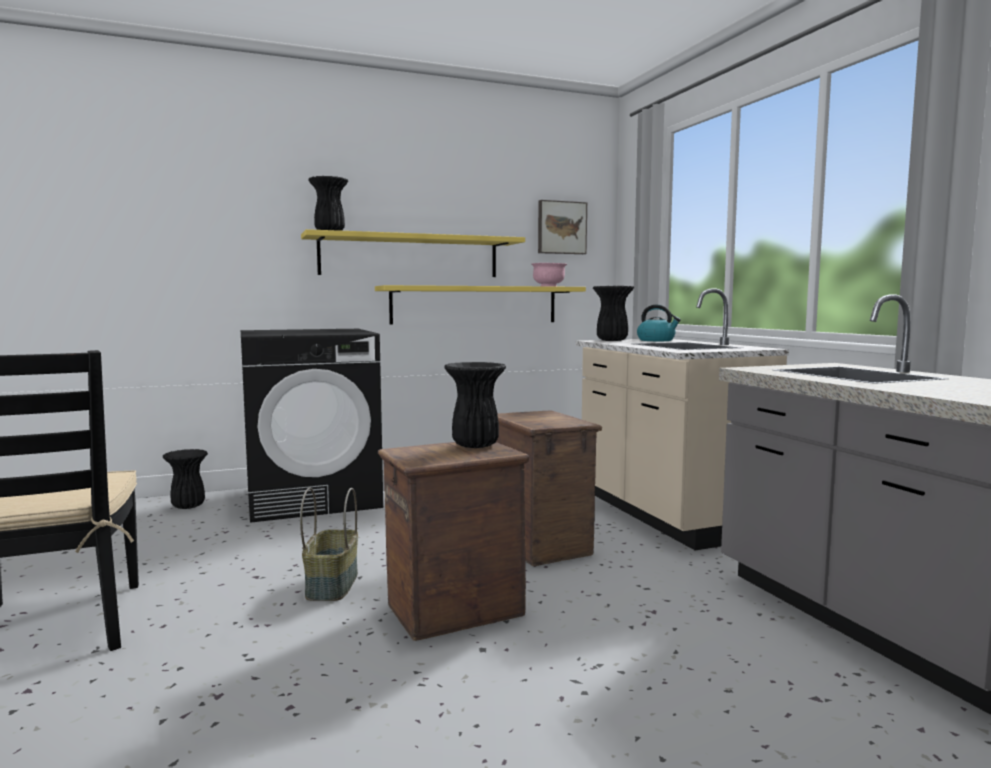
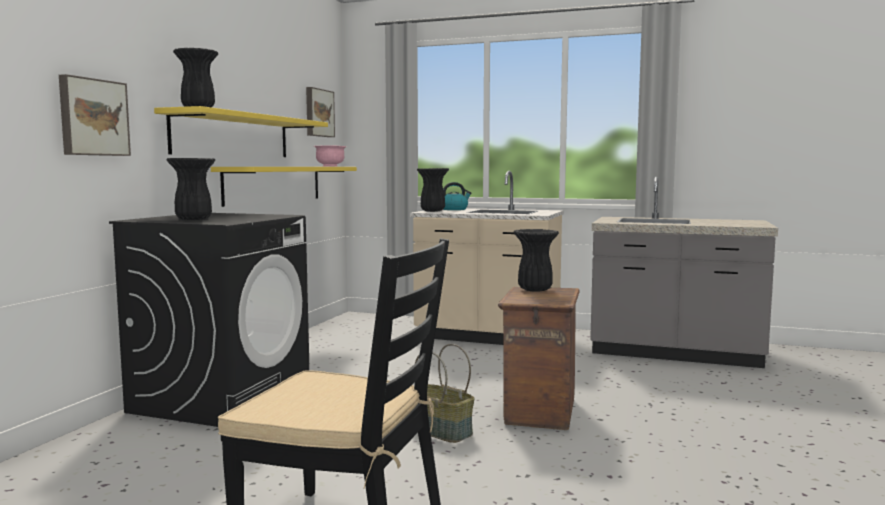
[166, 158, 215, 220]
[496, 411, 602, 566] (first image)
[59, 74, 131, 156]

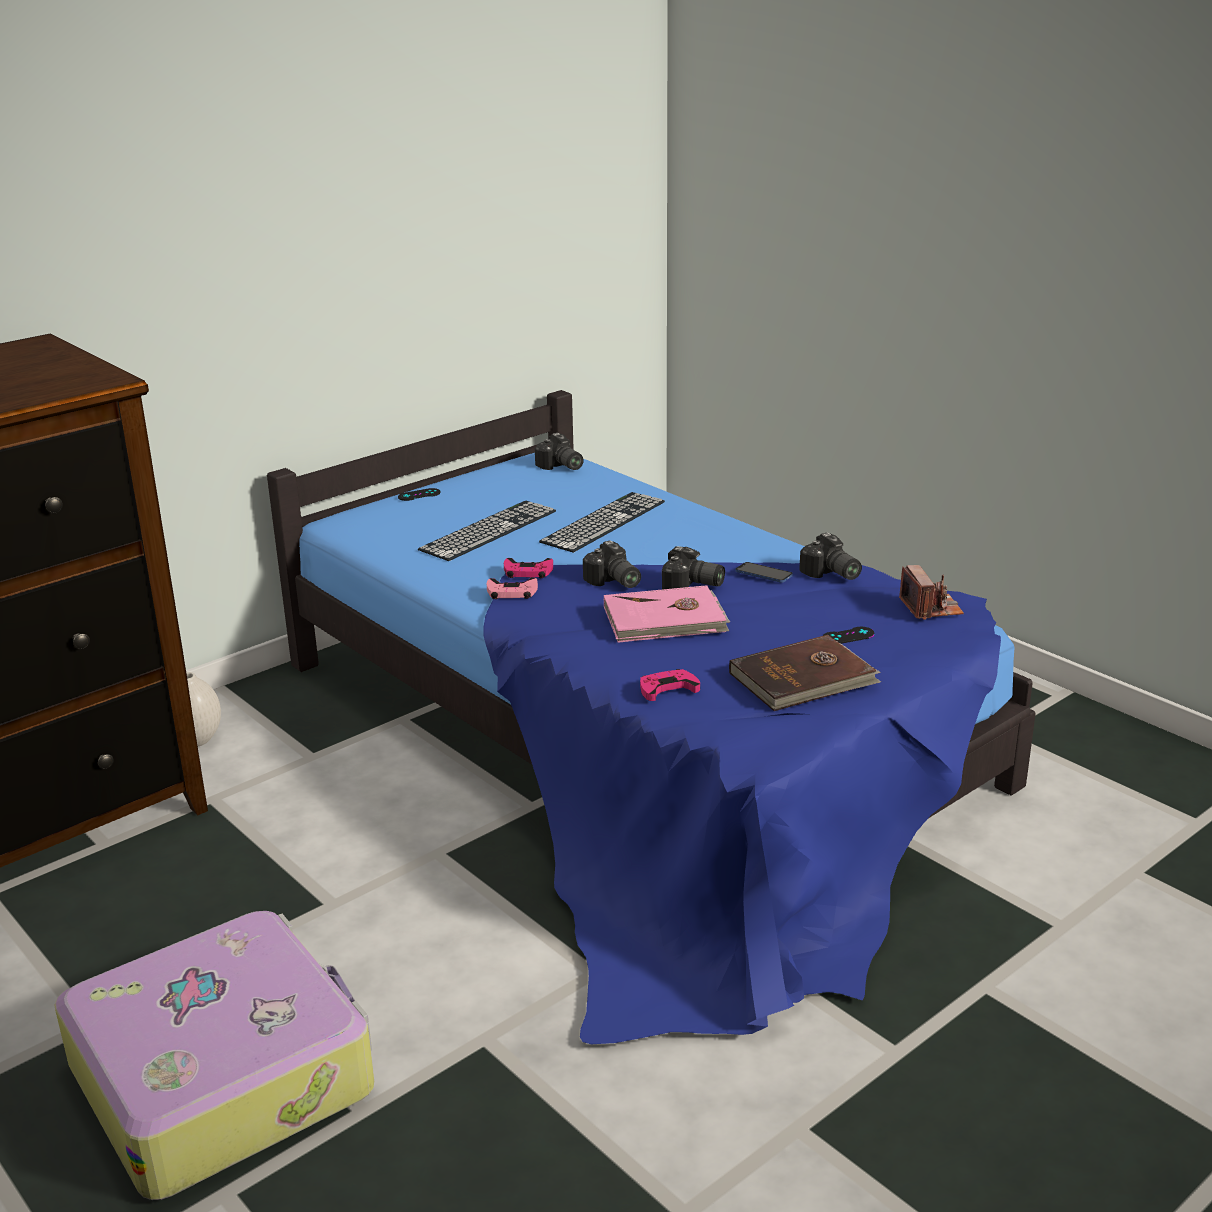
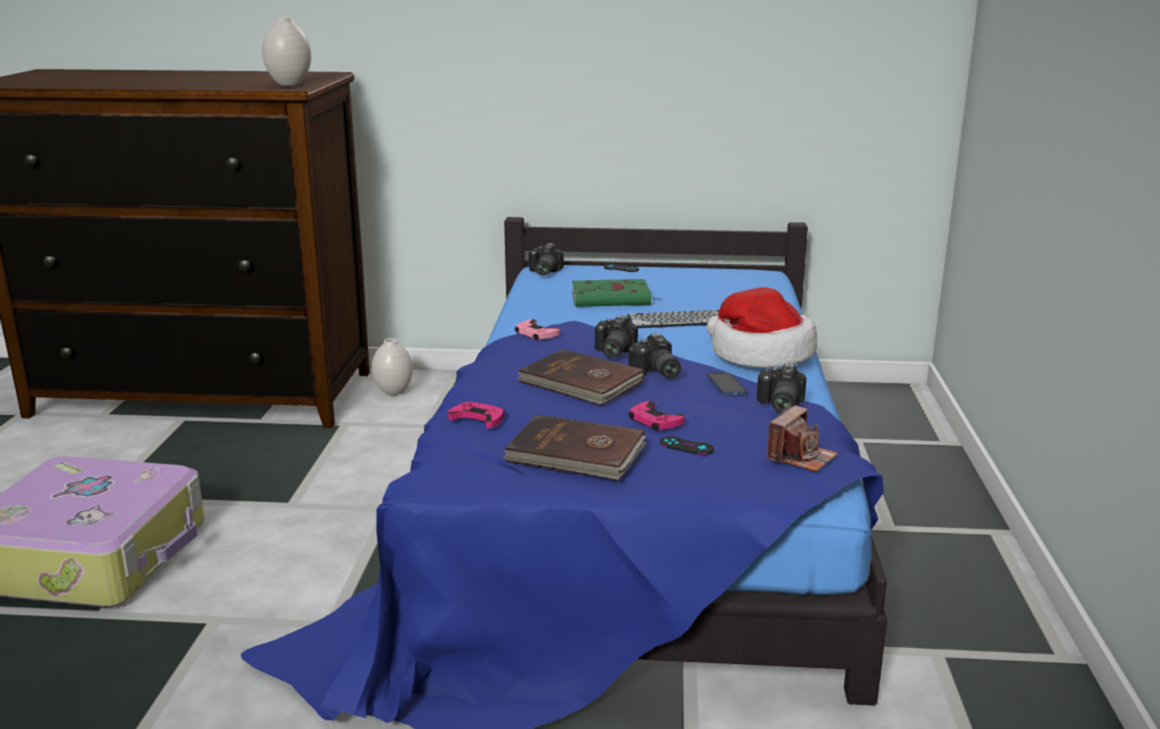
[572, 279, 662, 307]
[629, 401, 685, 430]
[529, 243, 564, 276]
[517, 349, 644, 405]
[262, 16, 311, 86]
[707, 287, 817, 367]

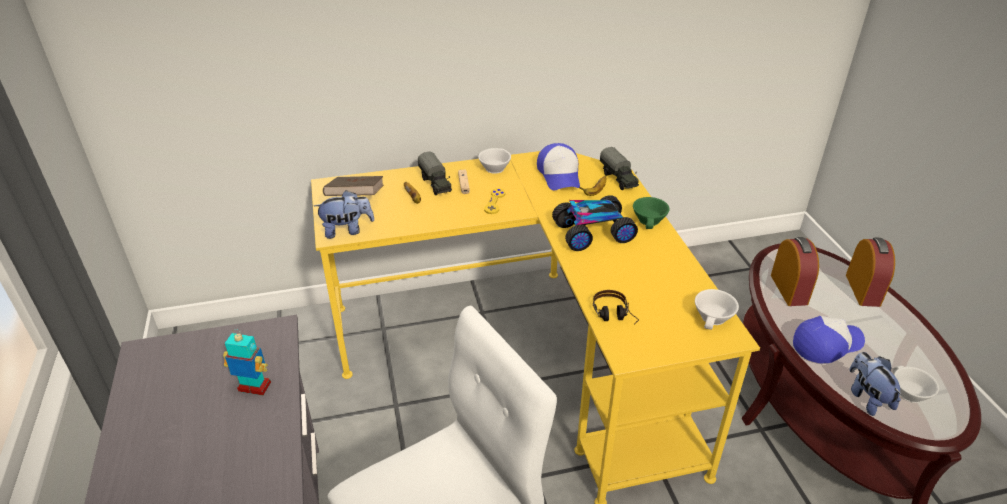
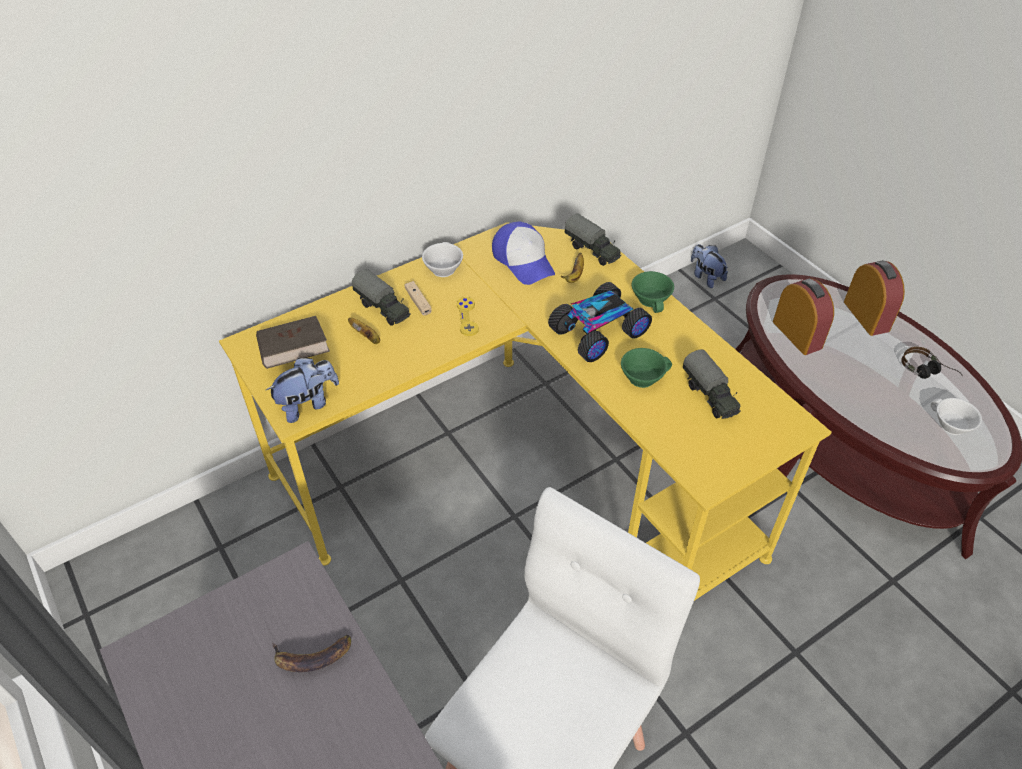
[272, 635, 351, 672]
[901, 347, 963, 379]
[695, 289, 739, 330] (first image)
[793, 316, 865, 363] (first image)
[691, 244, 728, 288]
[621, 348, 672, 388]
[683, 349, 741, 419]

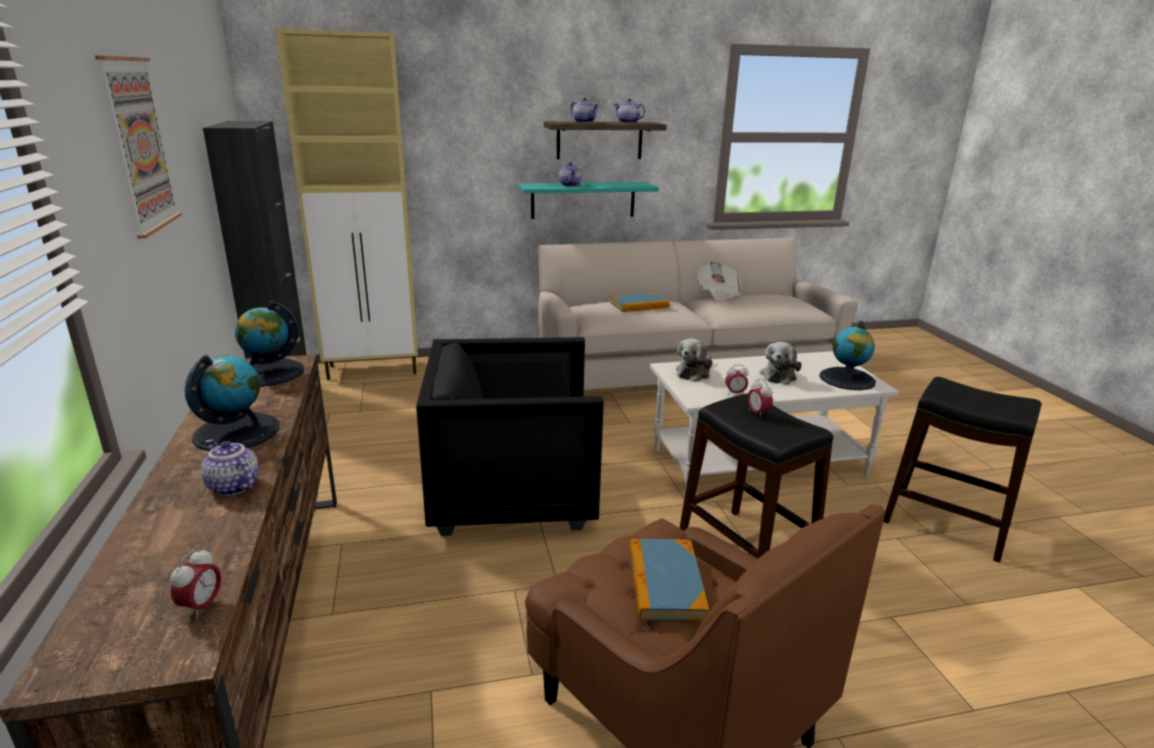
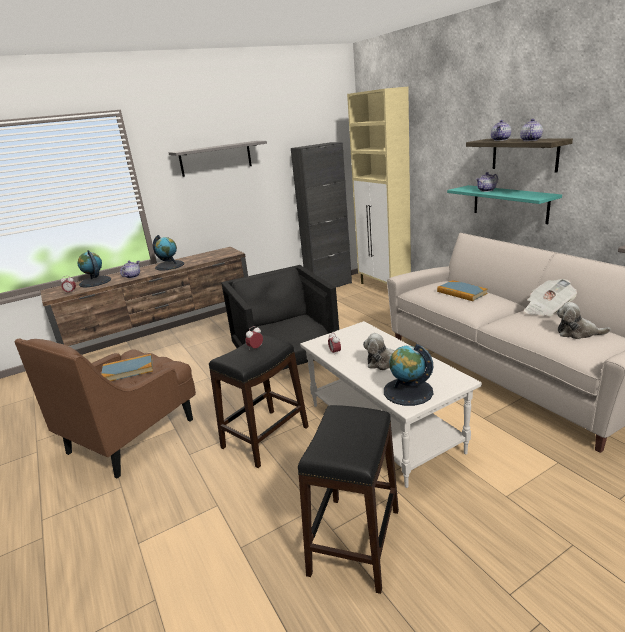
[168, 141, 267, 177]
[77, 250, 111, 287]
[557, 302, 611, 339]

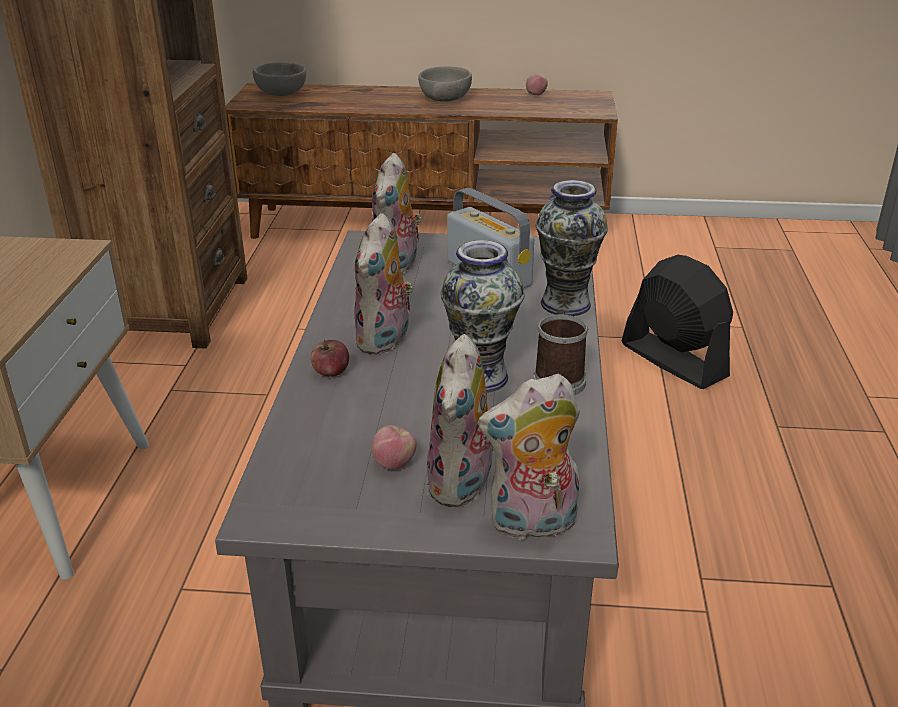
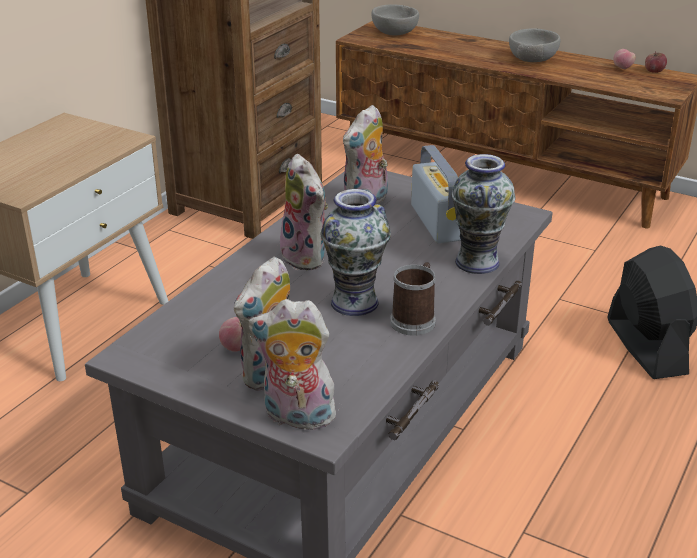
[645, 51, 667, 73]
[278, 154, 328, 270]

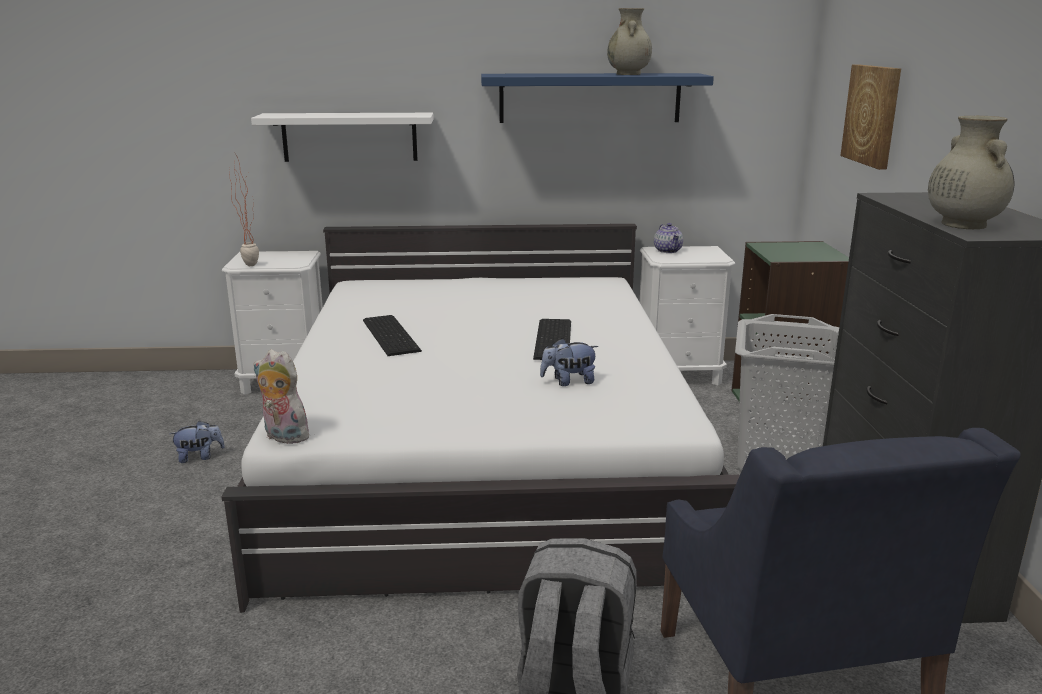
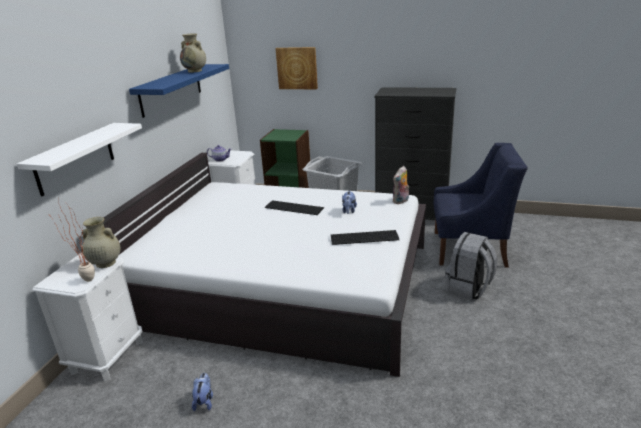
[392, 166, 409, 204]
[331, 230, 399, 245]
[82, 217, 120, 268]

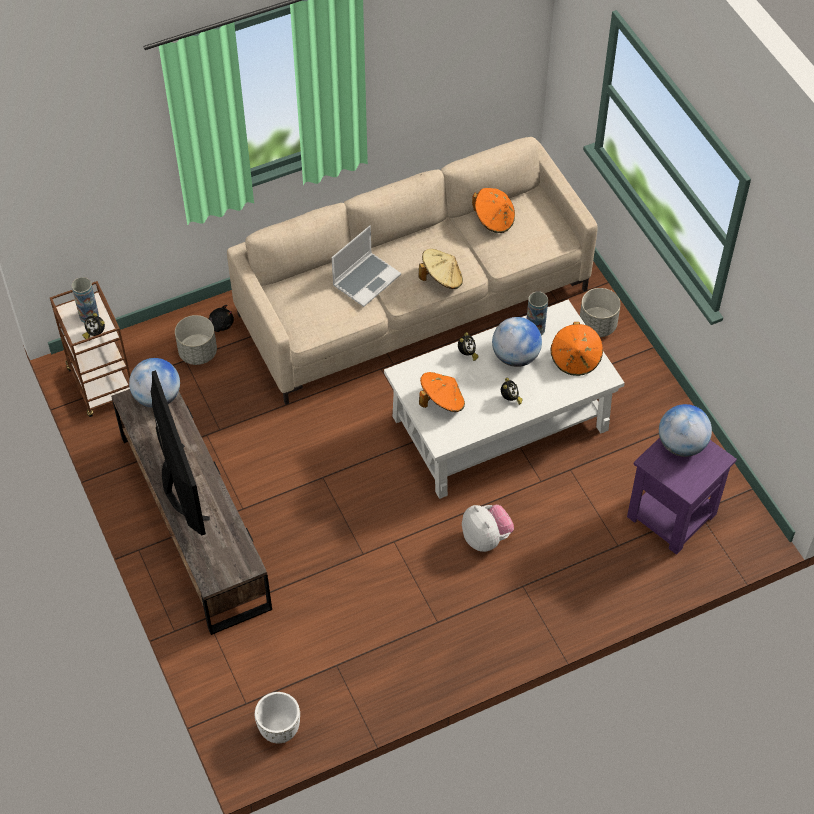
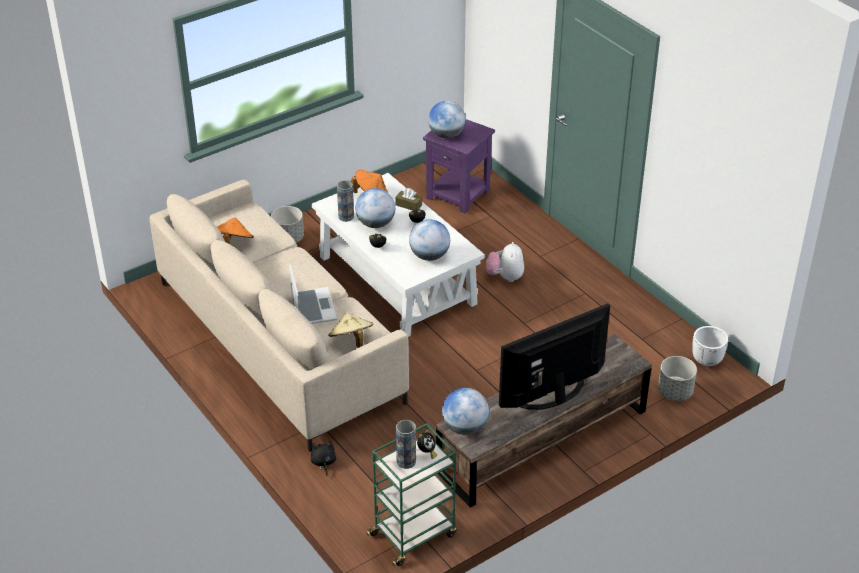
[366, 423, 457, 566]
[658, 356, 697, 401]
[289, 264, 337, 324]
[329, 312, 373, 348]
[409, 220, 450, 261]
[486, 242, 524, 282]
[395, 188, 422, 211]

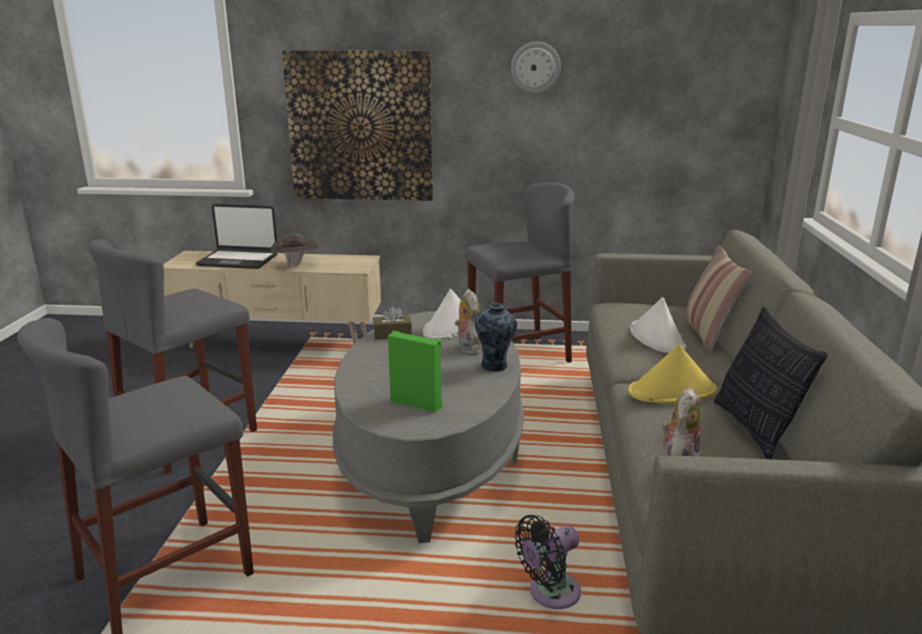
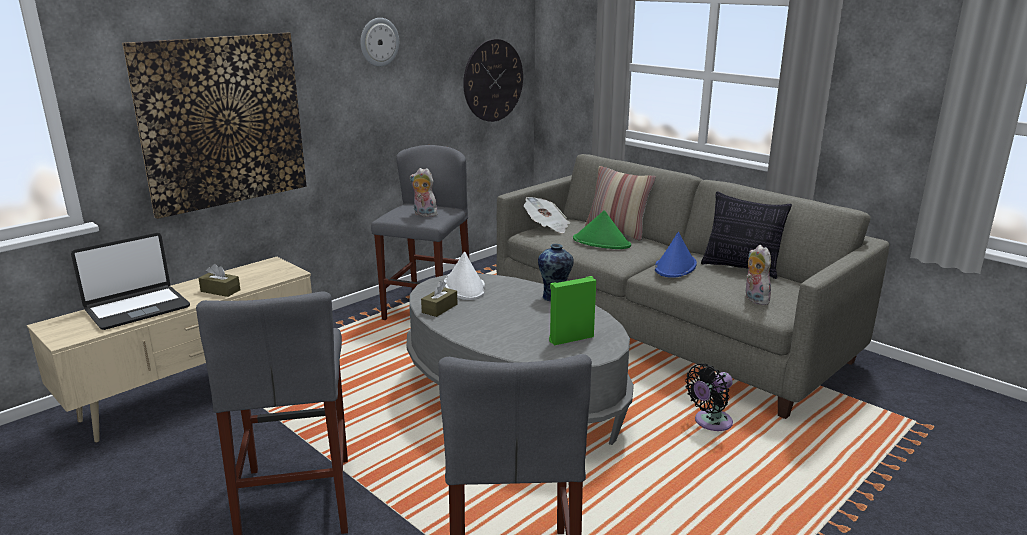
[198, 264, 240, 297]
[410, 168, 439, 217]
[685, 364, 733, 431]
[655, 232, 697, 278]
[573, 210, 631, 249]
[463, 39, 523, 122]
[524, 197, 570, 233]

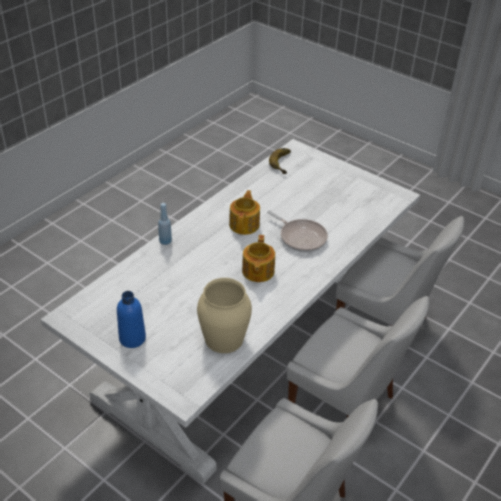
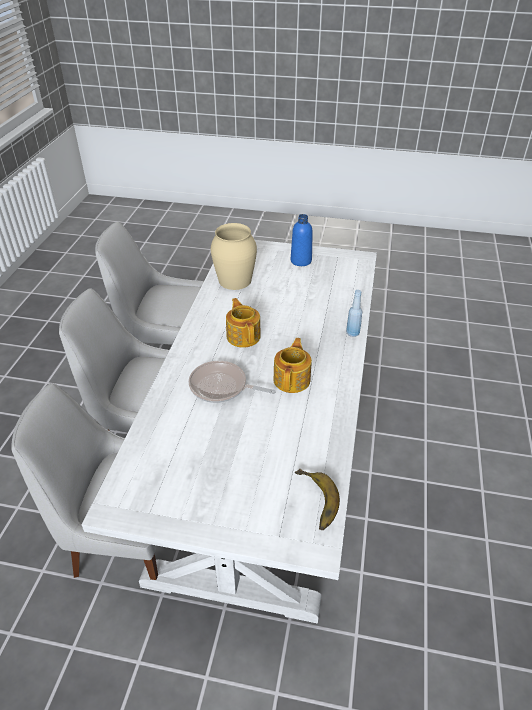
[273, 338, 312, 393]

